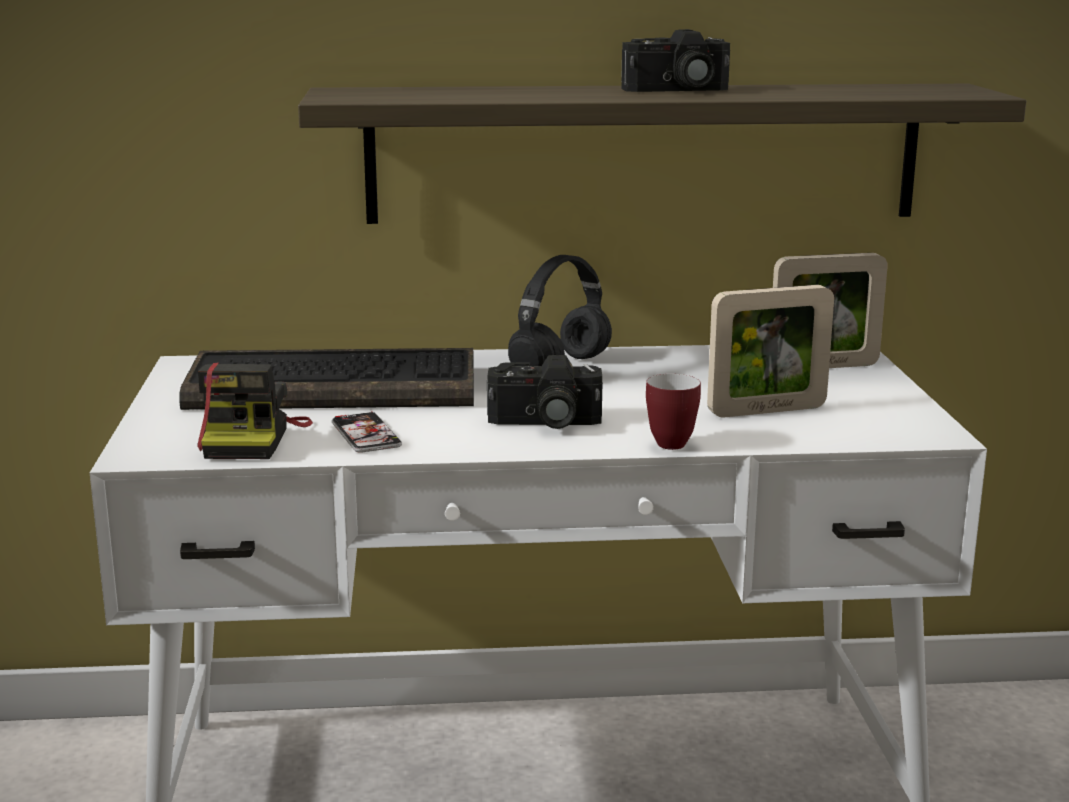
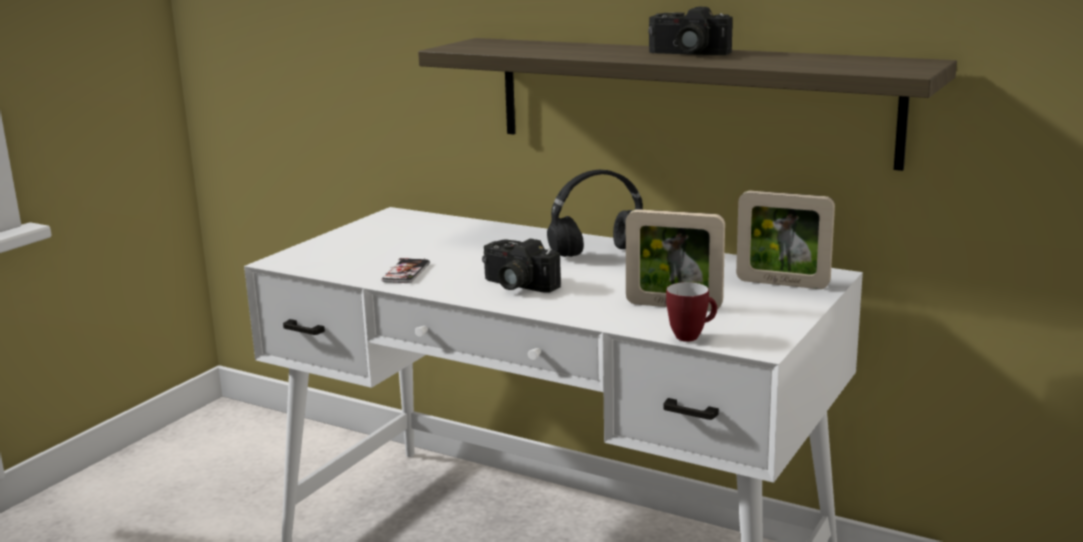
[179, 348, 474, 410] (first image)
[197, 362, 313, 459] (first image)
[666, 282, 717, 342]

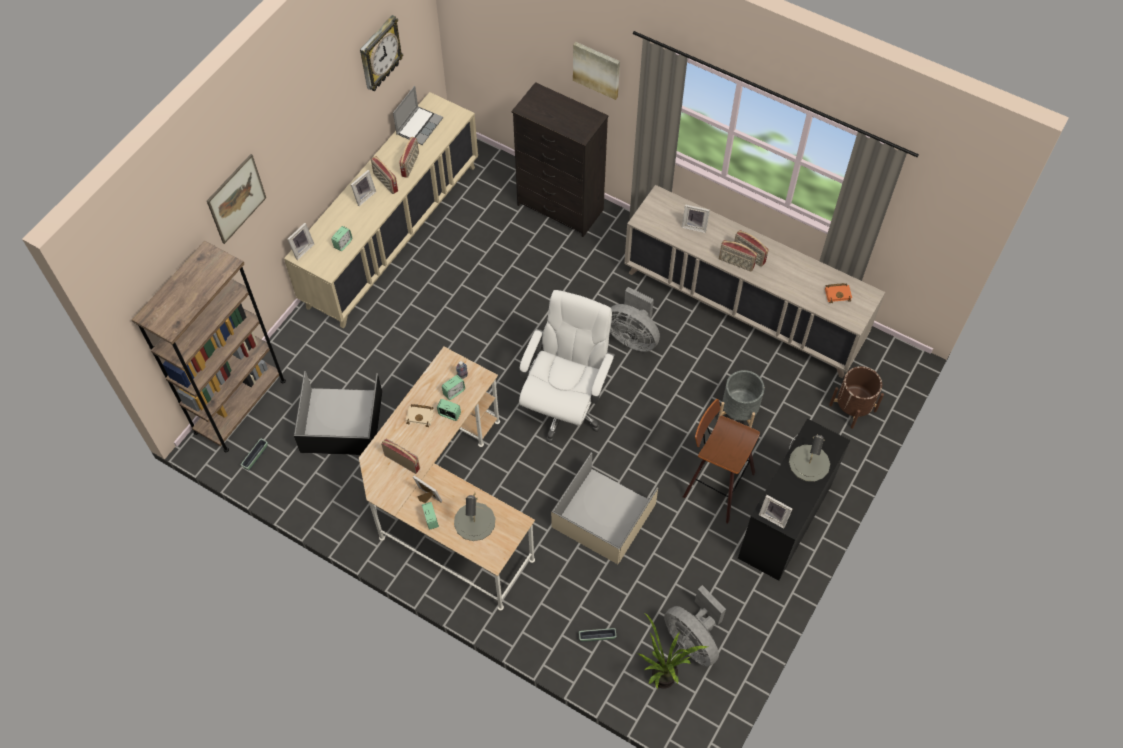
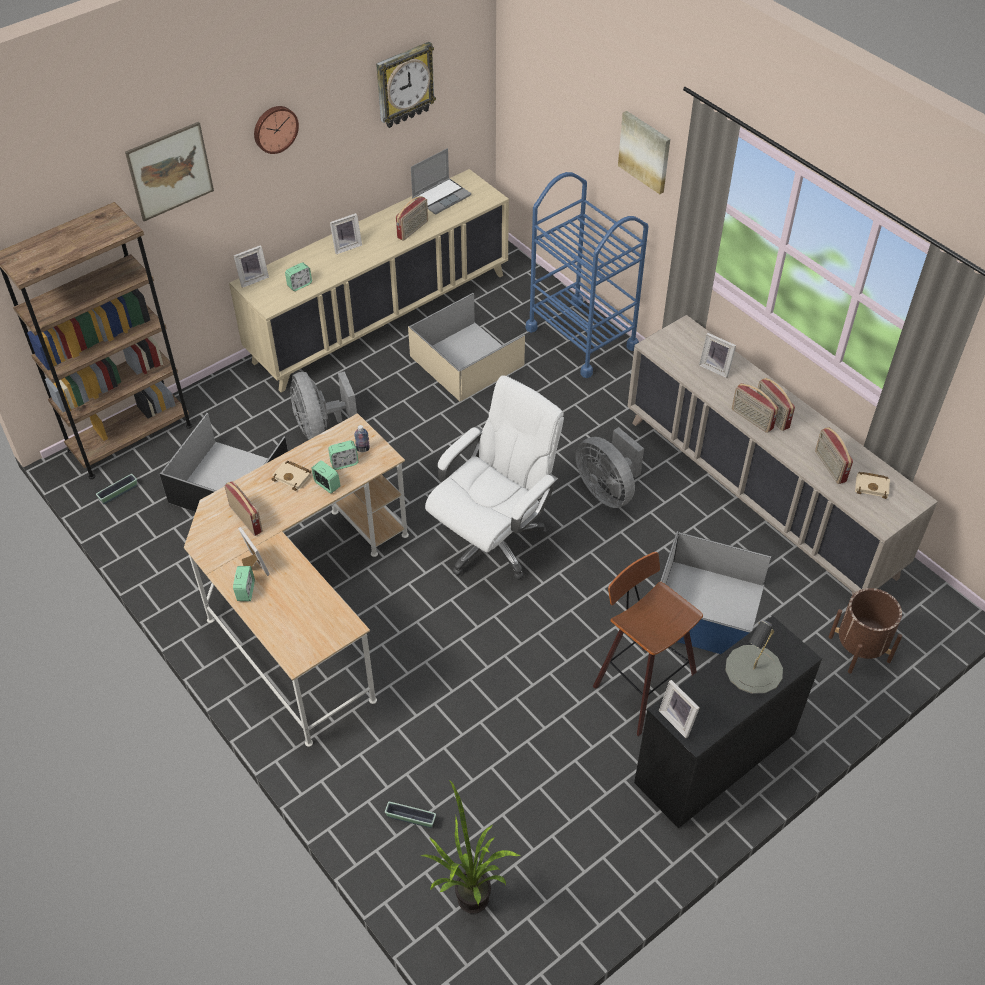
[815, 427, 853, 484]
[454, 492, 495, 541] (first image)
[526, 172, 648, 378]
[408, 293, 525, 401]
[290, 371, 357, 440]
[660, 531, 771, 654]
[855, 472, 890, 499]
[254, 106, 299, 154]

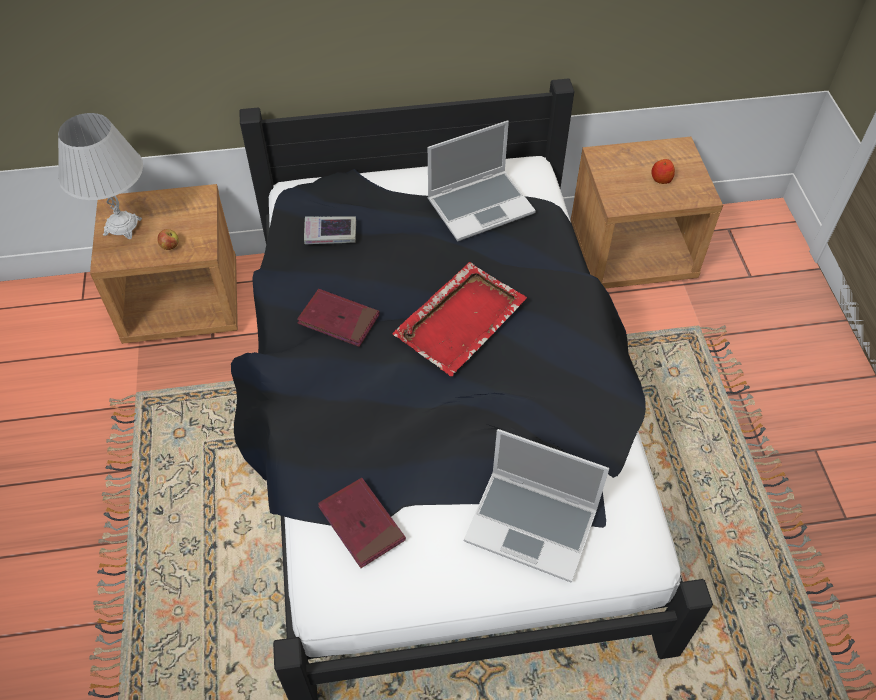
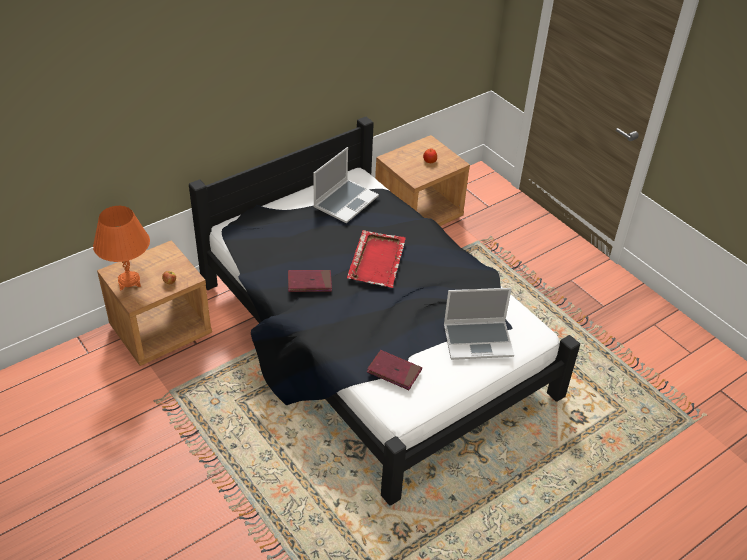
[93, 206, 150, 290]
[304, 216, 356, 244] (first image)

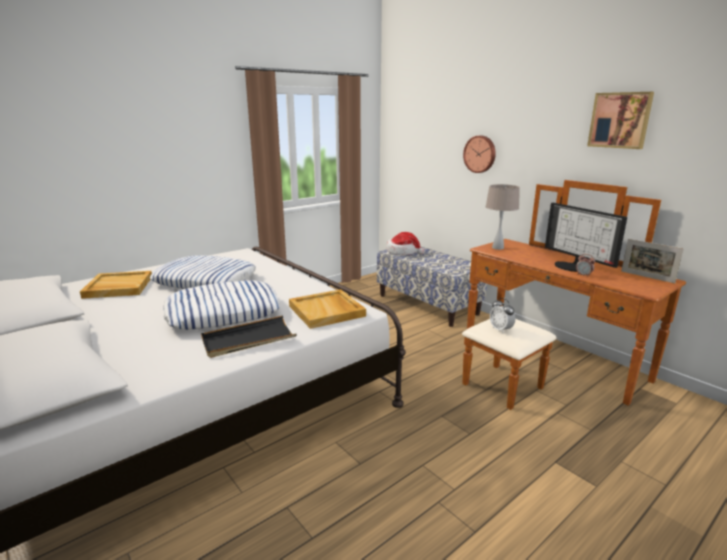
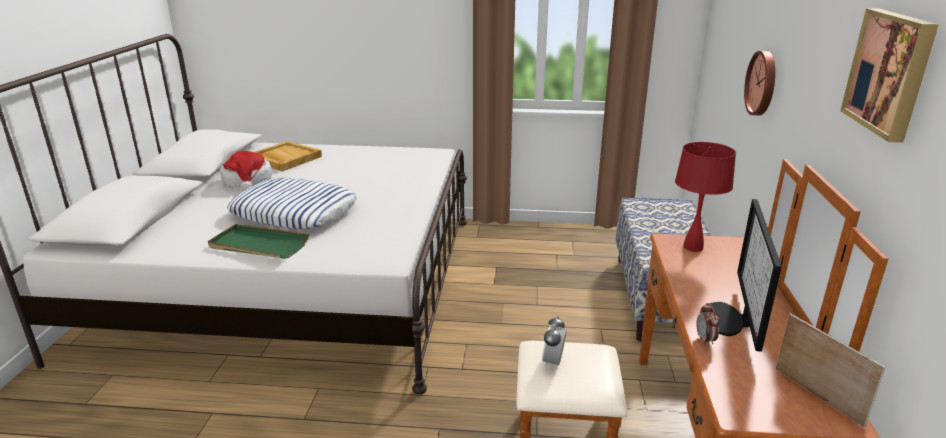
[150, 255, 256, 289] (first image)
[208, 224, 310, 259]
[289, 289, 366, 329] (first image)
[220, 151, 272, 191]
[675, 142, 736, 252]
[775, 313, 886, 427]

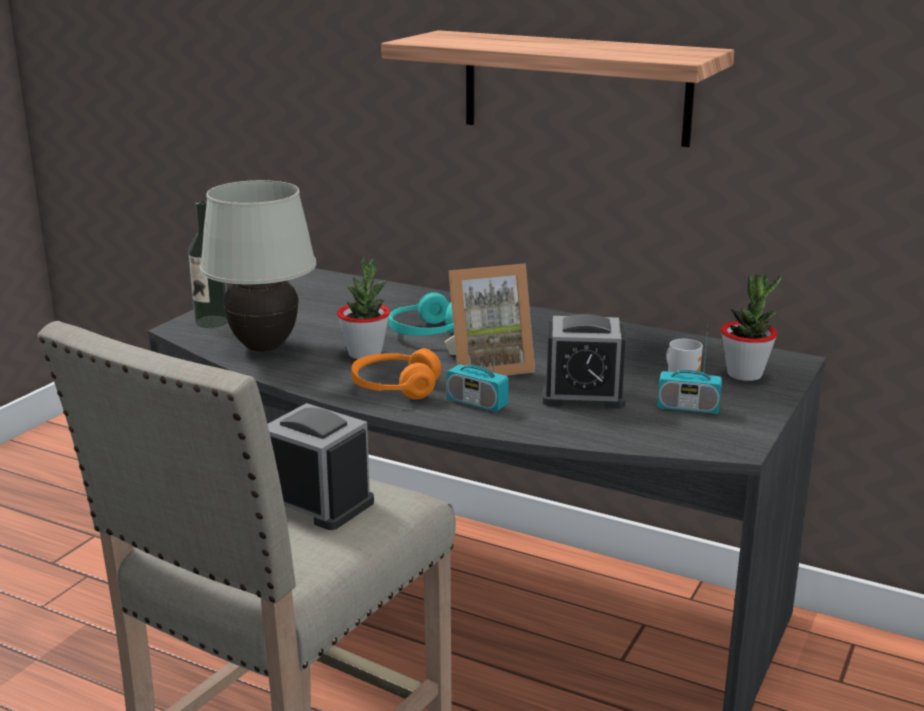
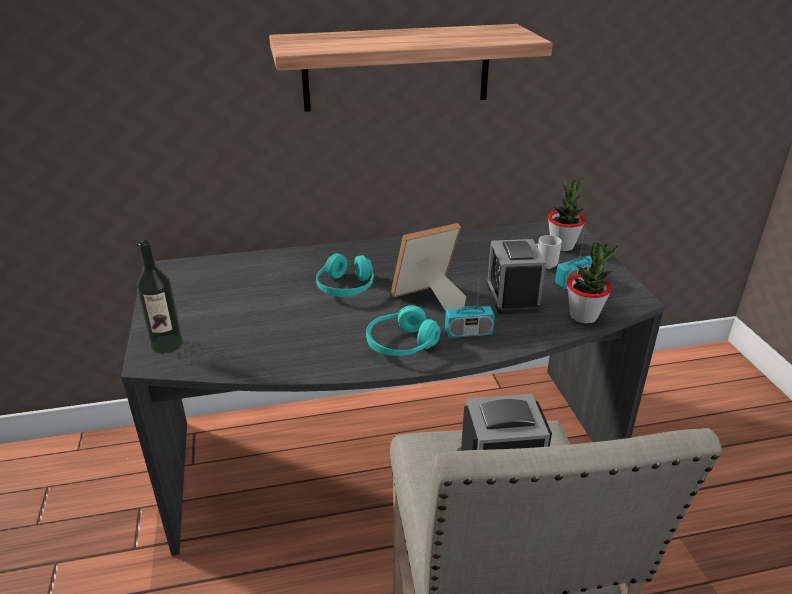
[200, 180, 316, 352] (first image)
[567, 241, 619, 323]
[366, 305, 441, 356]
[391, 223, 466, 311]
[487, 239, 546, 314]

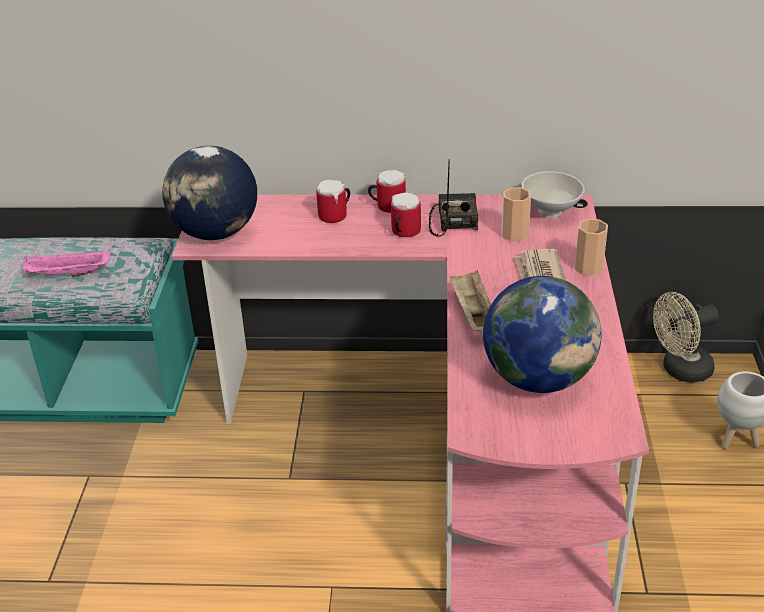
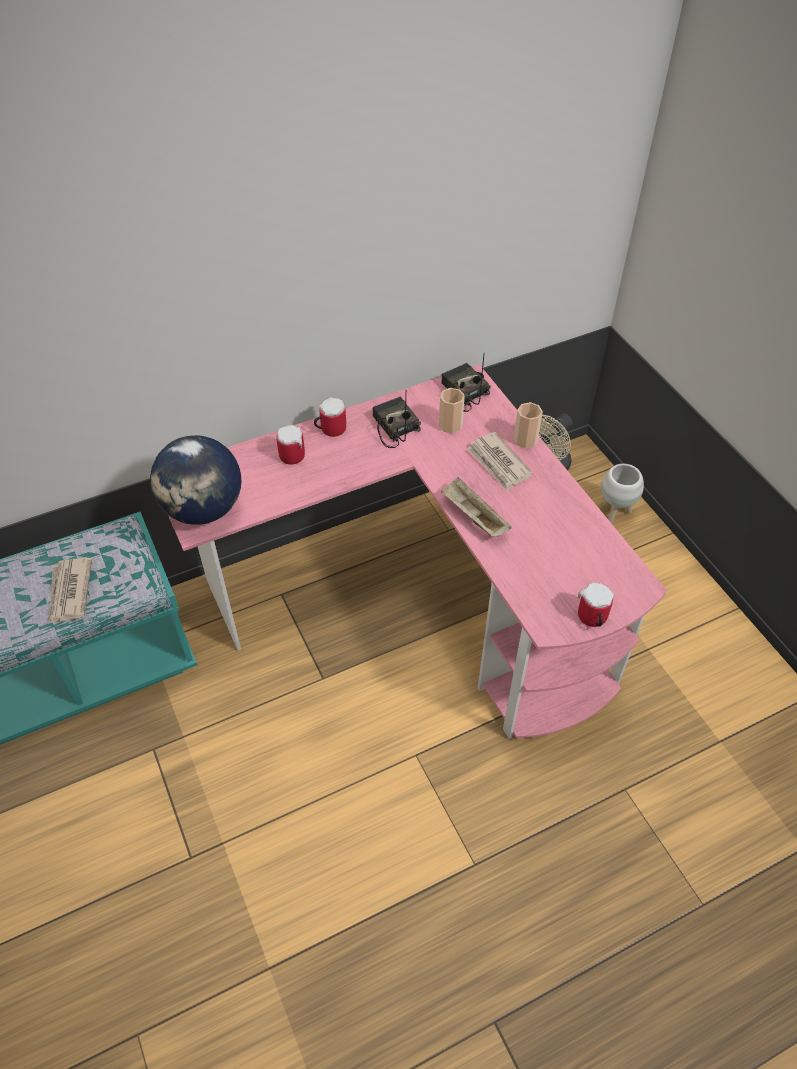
[49, 558, 92, 624]
[578, 582, 614, 627]
[483, 276, 601, 393] (first image)
[441, 352, 491, 412]

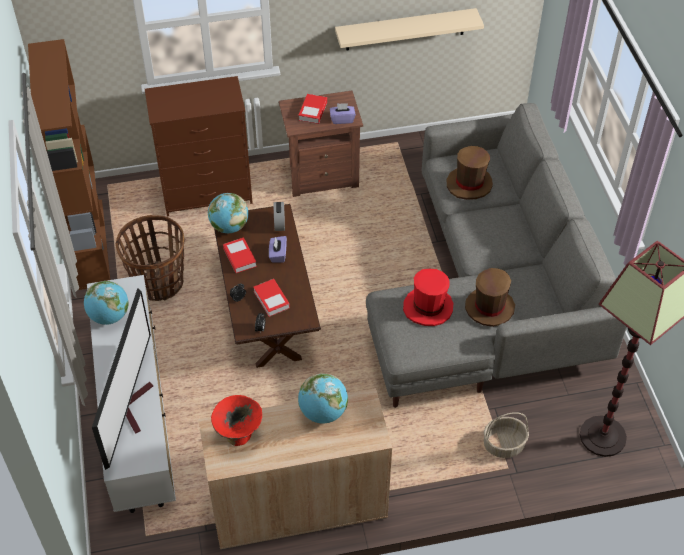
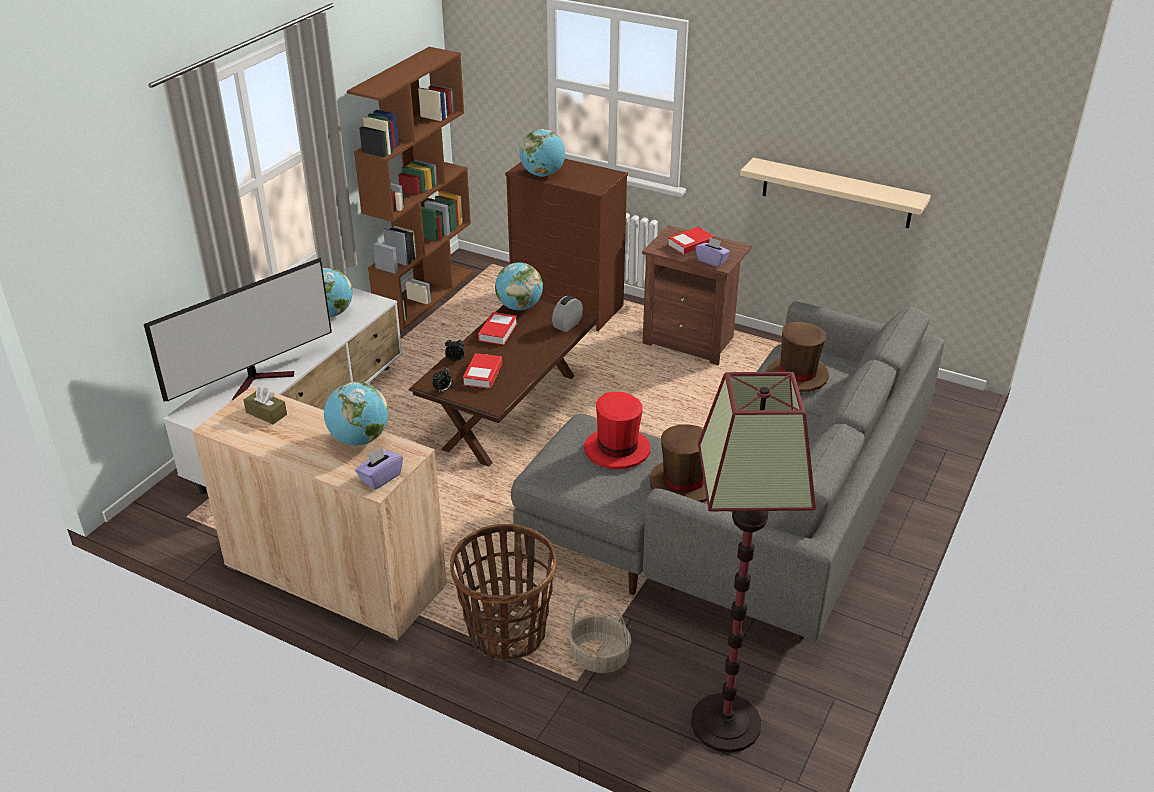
[450, 524, 556, 661]
[243, 387, 287, 424]
[355, 447, 403, 490]
[519, 129, 565, 177]

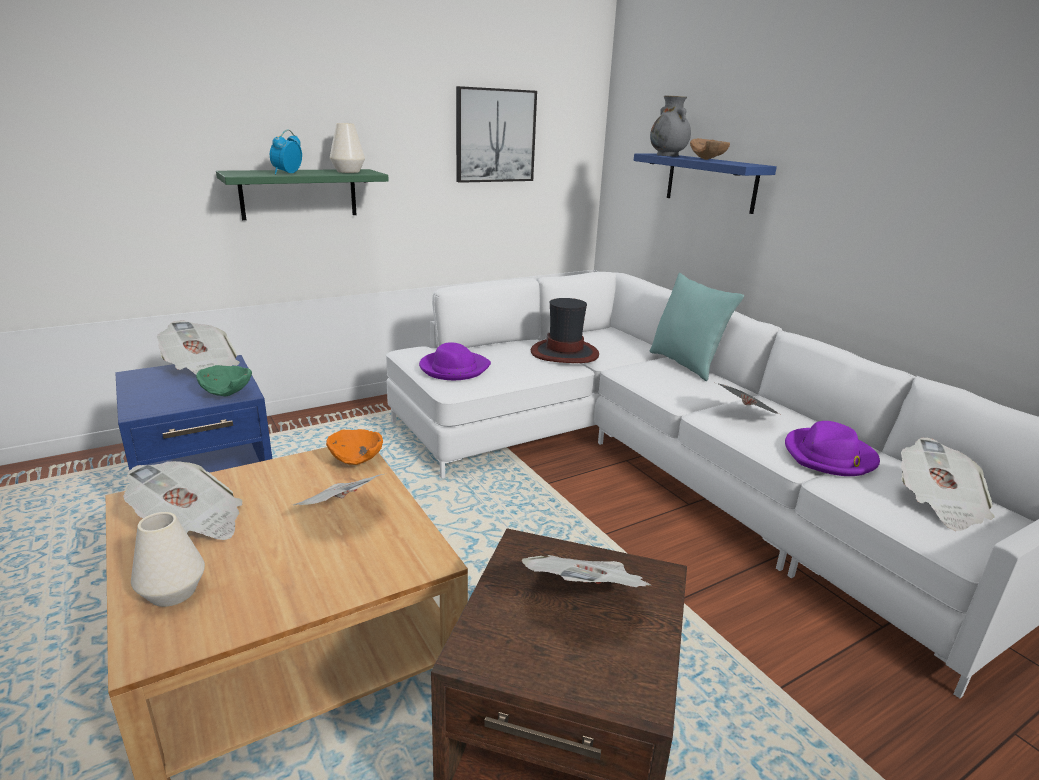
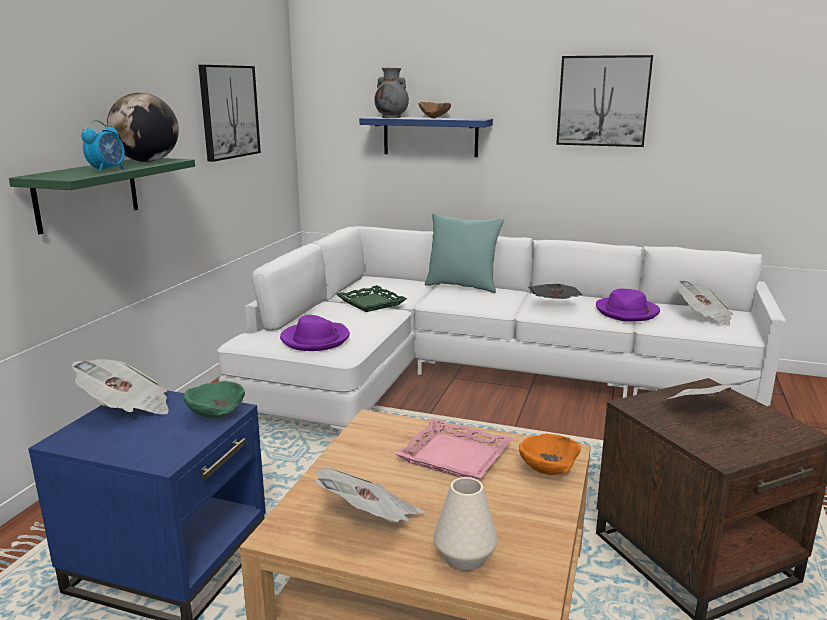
[81, 120, 125, 172]
[395, 418, 513, 480]
[519, 433, 581, 475]
[107, 93, 179, 162]
[336, 285, 407, 312]
[556, 55, 653, 147]

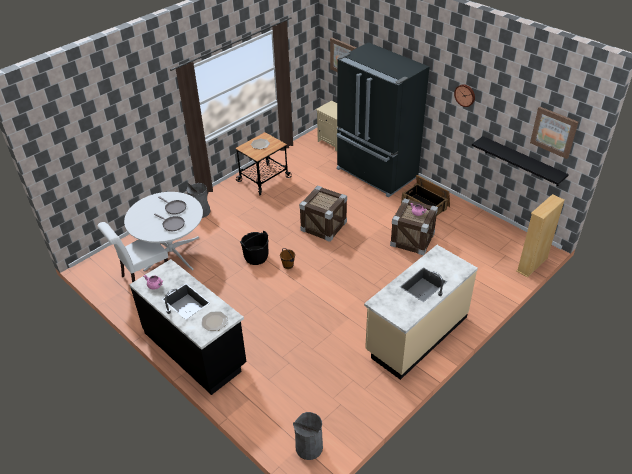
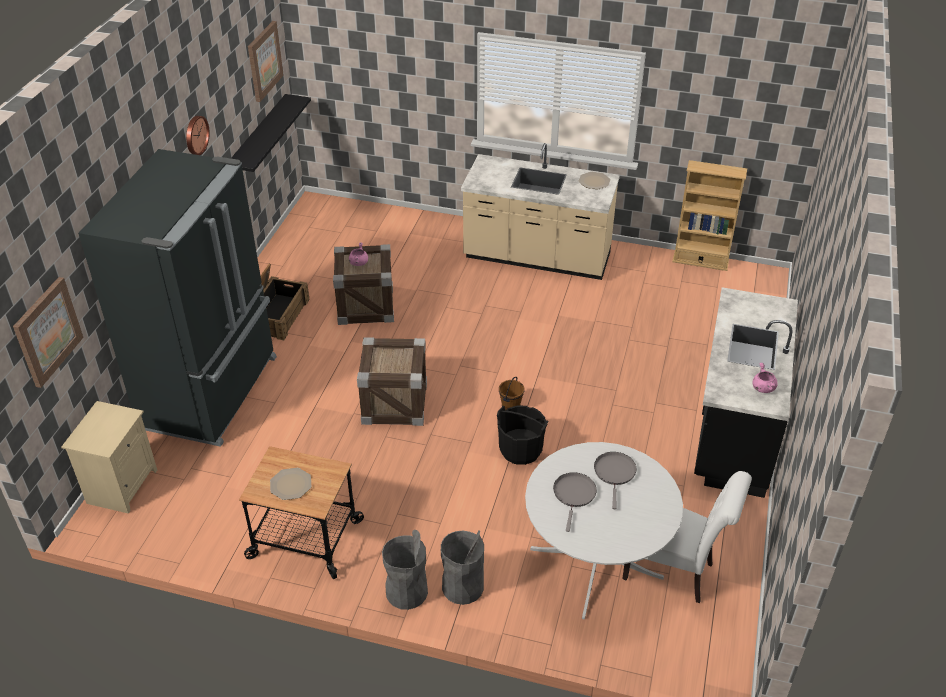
[579, 172, 611, 189]
[382, 530, 428, 610]
[672, 160, 747, 271]

